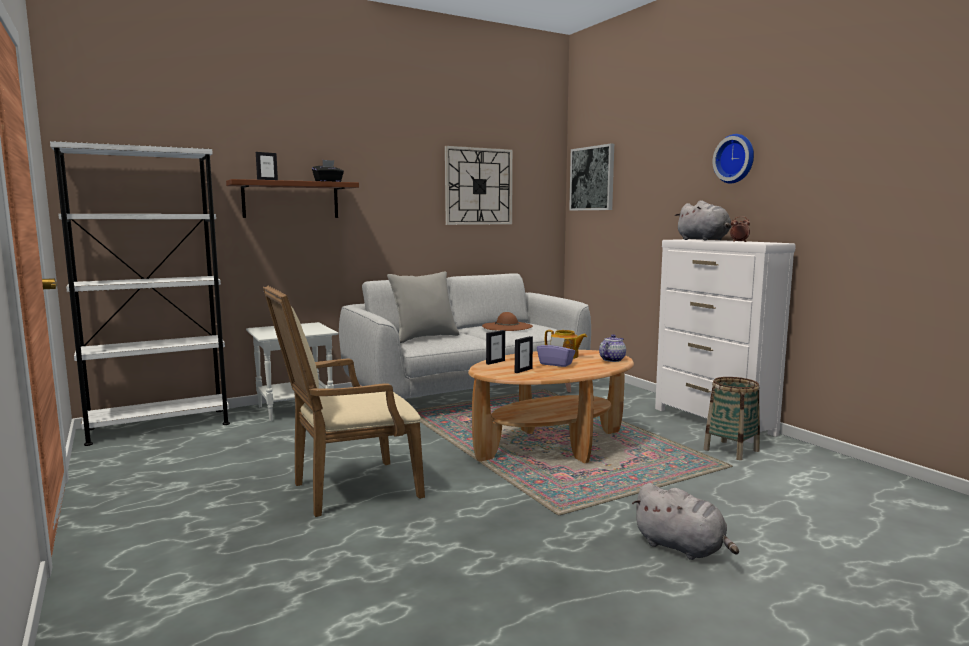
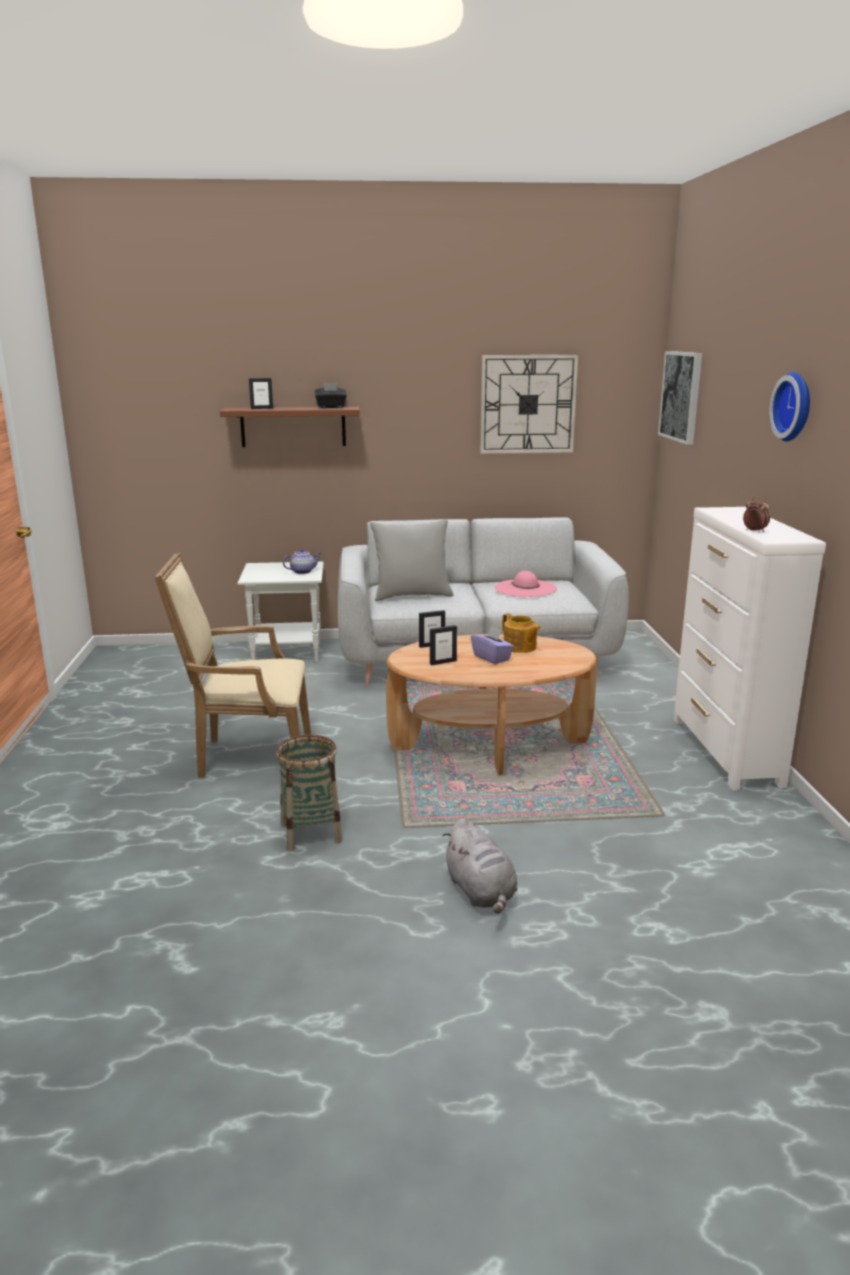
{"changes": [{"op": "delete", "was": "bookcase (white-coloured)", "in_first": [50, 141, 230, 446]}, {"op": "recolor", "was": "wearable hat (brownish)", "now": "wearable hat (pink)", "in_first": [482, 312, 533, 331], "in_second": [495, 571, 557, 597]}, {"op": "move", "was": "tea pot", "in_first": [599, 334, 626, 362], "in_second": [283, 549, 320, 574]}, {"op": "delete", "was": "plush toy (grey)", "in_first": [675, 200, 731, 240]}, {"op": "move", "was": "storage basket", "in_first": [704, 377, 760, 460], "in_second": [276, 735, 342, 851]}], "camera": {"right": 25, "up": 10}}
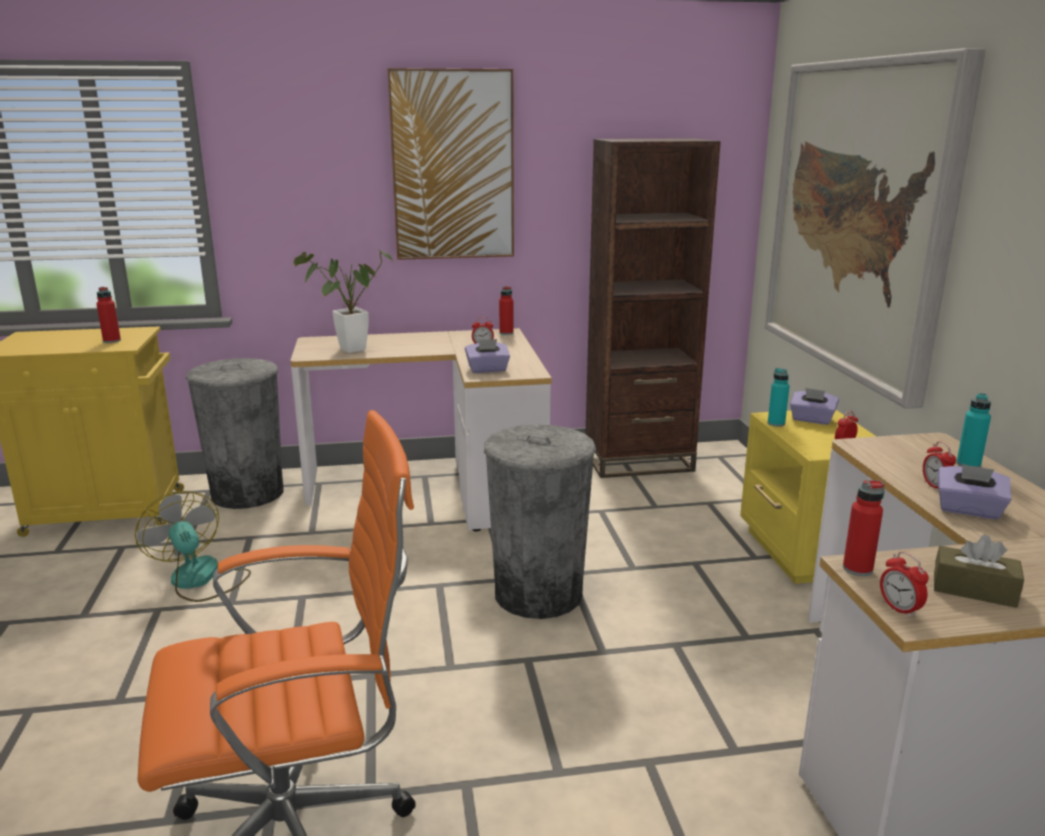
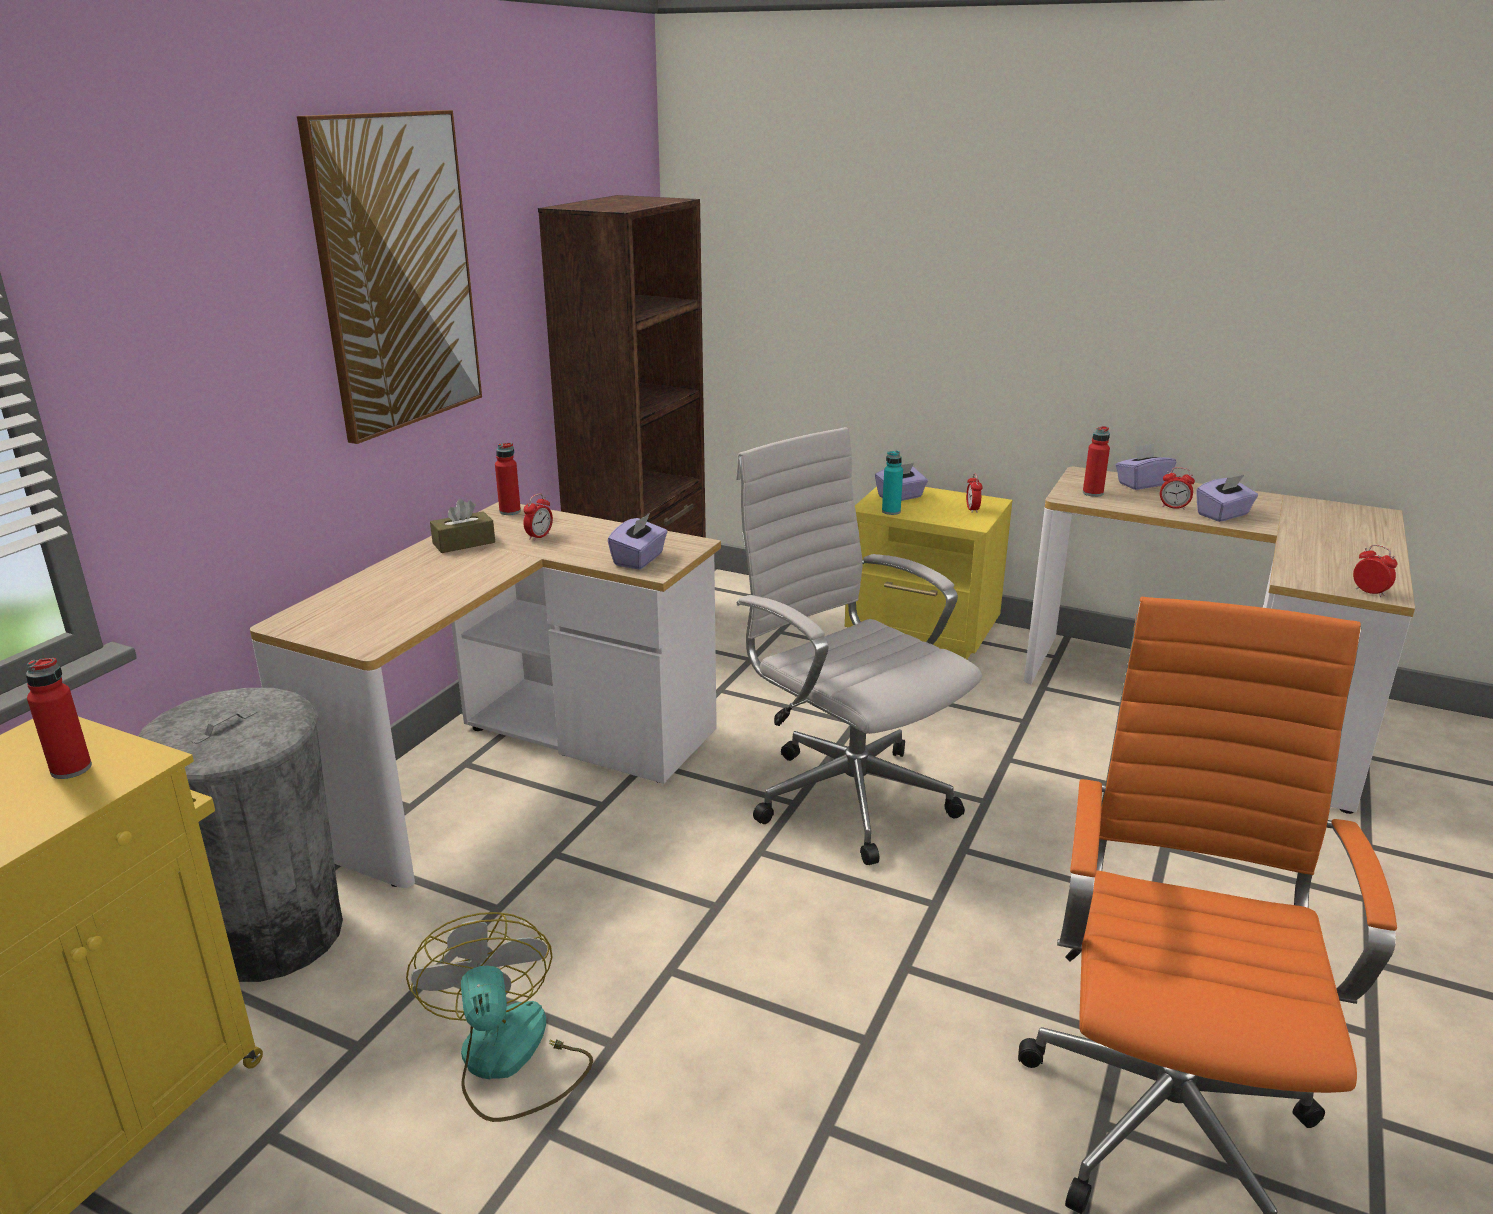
{"changes": [{"op": "rotate", "was": "cooling fan", "in_first": [135, 491, 251, 602], "in_second": [406, 912, 593, 1122], "clockwise": 75}, {"op": "delete", "was": "houseplant", "in_first": [294, 250, 394, 353]}, {"op": "replace", "was": "trash can (grey)", "now": "computer chair (white-coloured)", "in_first": [484, 424, 596, 619], "in_second": [736, 427, 982, 865]}, {"op": "delete", "was": "wall art", "in_first": [764, 48, 986, 409]}, {"op": "move", "was": "beverage bottle (red-coloured)", "in_first": [843, 480, 885, 576], "in_second": [1083, 426, 1110, 497]}, {"op": "rotate", "was": "table clock", "in_first": [880, 551, 929, 618], "in_second": [1353, 545, 1398, 597], "clockwise": -135}, {"op": "move", "was": "box of tissues (brownish)", "in_first": [934, 535, 1024, 608], "in_second": [430, 499, 495, 553]}, {"op": "replace", "was": "beverage bottle (blue-green)", "now": "box of tissues (purple)", "in_first": [956, 393, 991, 467], "in_second": [1116, 444, 1176, 490]}], "camera": {"right": -55, "up": 5}}
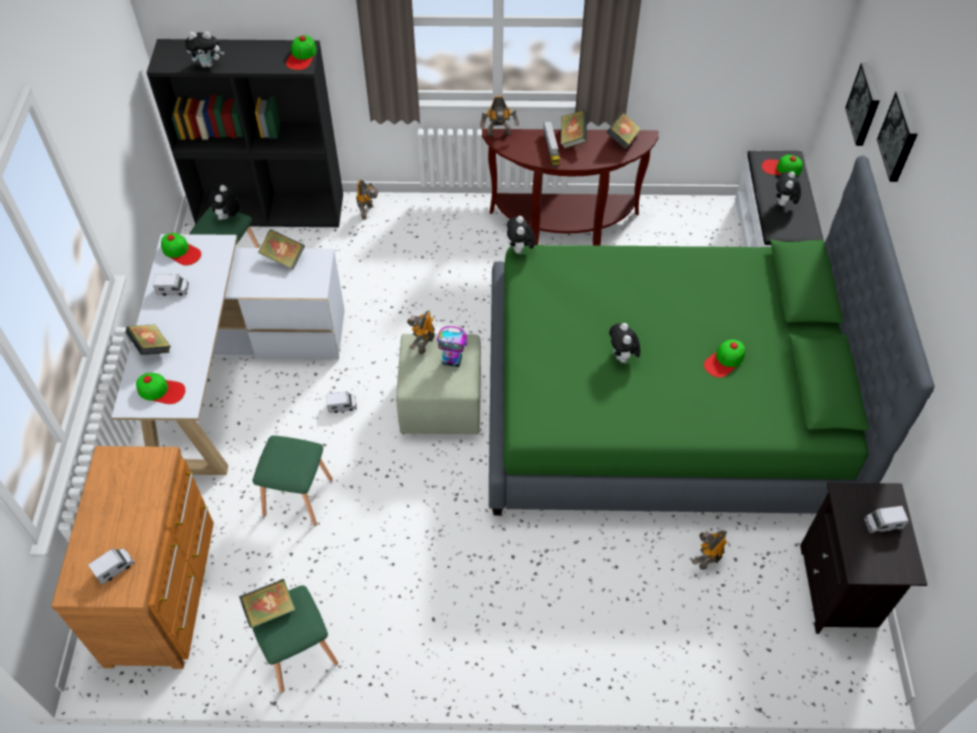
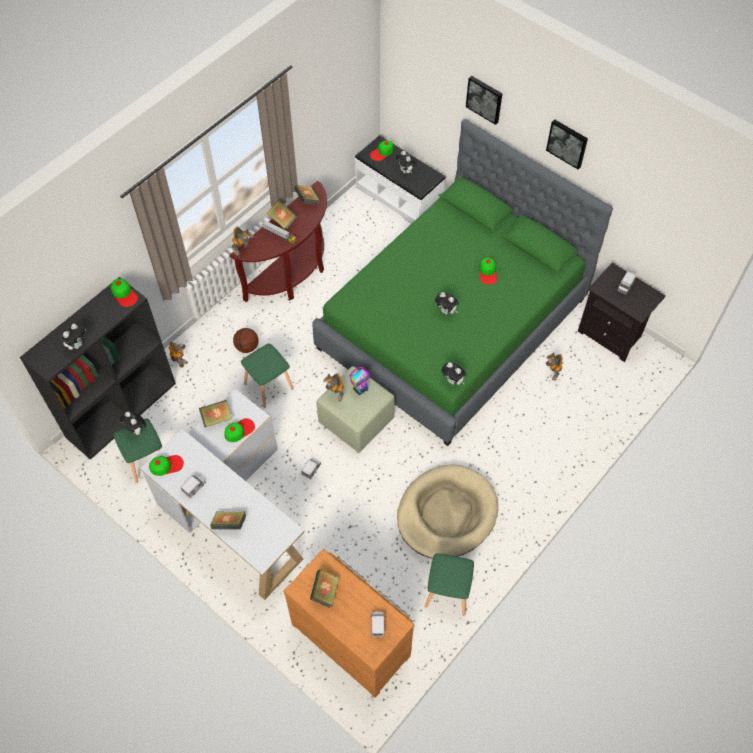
{"changes": [{"op": "move", "was": "cap", "in_first": [136, 373, 186, 404], "in_second": [224, 418, 255, 442]}, {"op": "move", "was": "book", "in_first": [239, 579, 295, 628], "in_second": [310, 569, 339, 608]}, {"op": "move", "was": "stool (green)", "in_first": [253, 435, 333, 526], "in_second": [241, 344, 294, 408]}, {"op": "move", "was": "plush toy", "in_first": [507, 216, 535, 255], "in_second": [441, 362, 467, 385]}, {"op": "move", "was": "wall art", "in_first": [845, 63, 880, 146], "in_second": [546, 119, 588, 169]}, {"op": "insert", "now": "ball for basketball", "in_second": [233, 328, 259, 353]}, {"op": "insert", "now": "dog bed (sand-coloured)", "in_second": [397, 464, 498, 558]}], "camera": {"right": -50, "up": 5}}
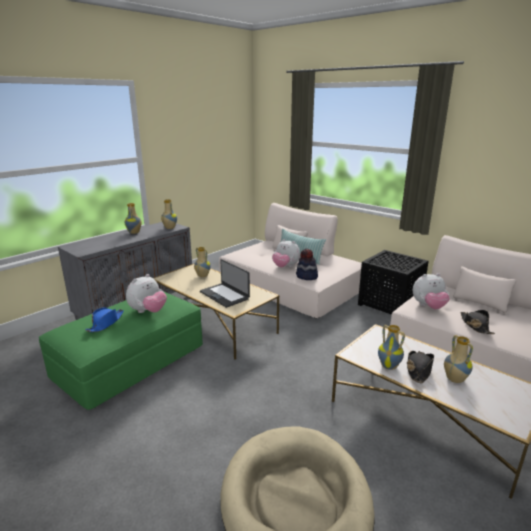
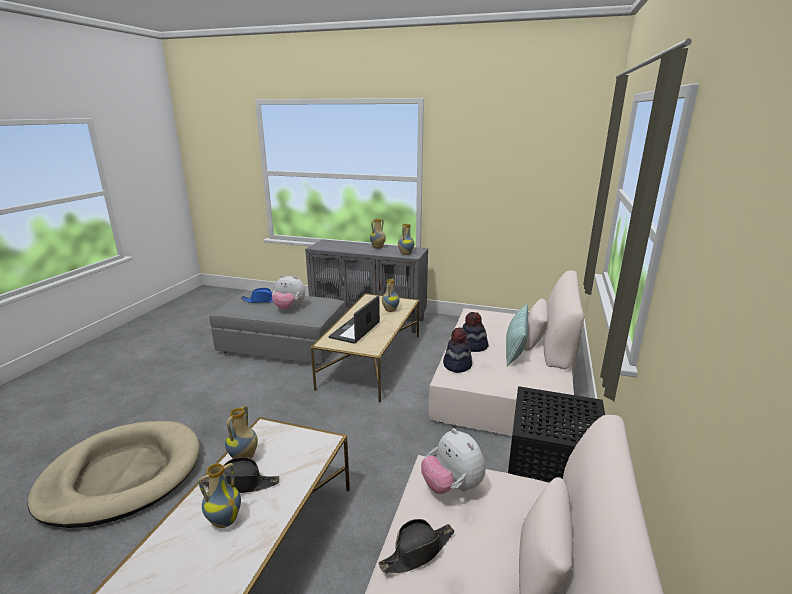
{"changes": [{"op": "recolor", "was": "pouffe (green)", "now": "pouffe (grey)", "in_first": [39, 292, 203, 410], "in_second": [209, 291, 345, 365]}, {"op": "replace", "was": "plush toy", "now": "wearable hat", "in_first": [272, 239, 300, 267], "in_second": [463, 312, 489, 352]}], "camera": {"right": 65, "up": 0}}
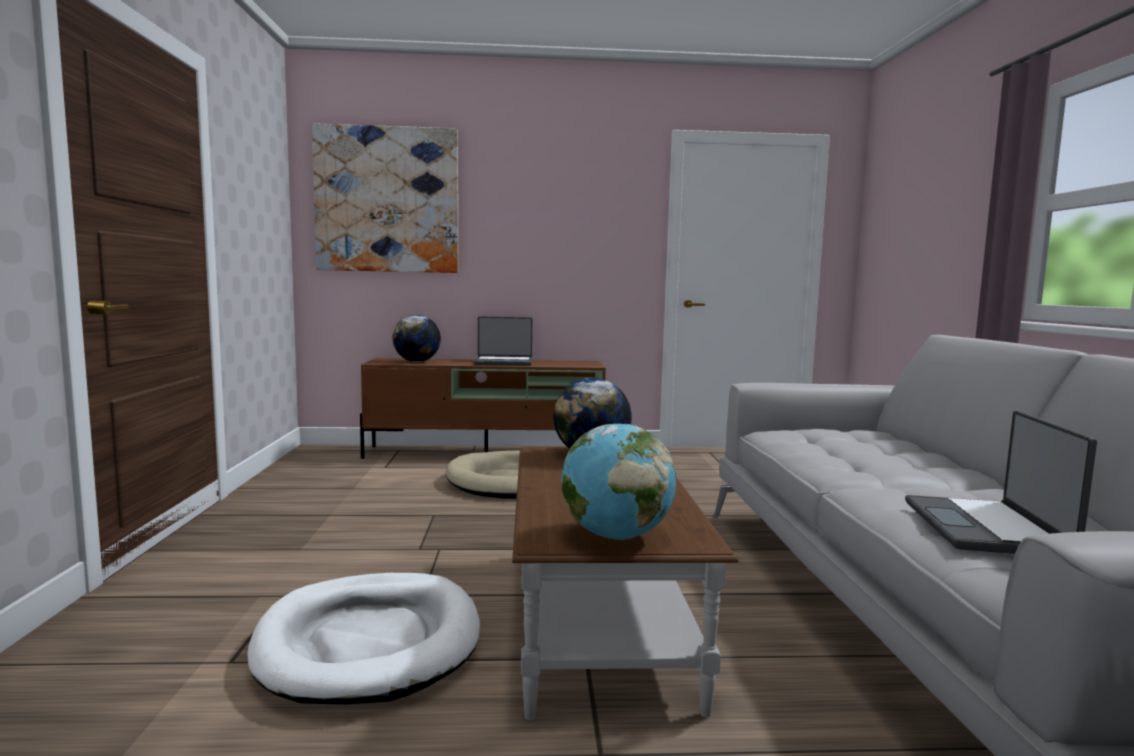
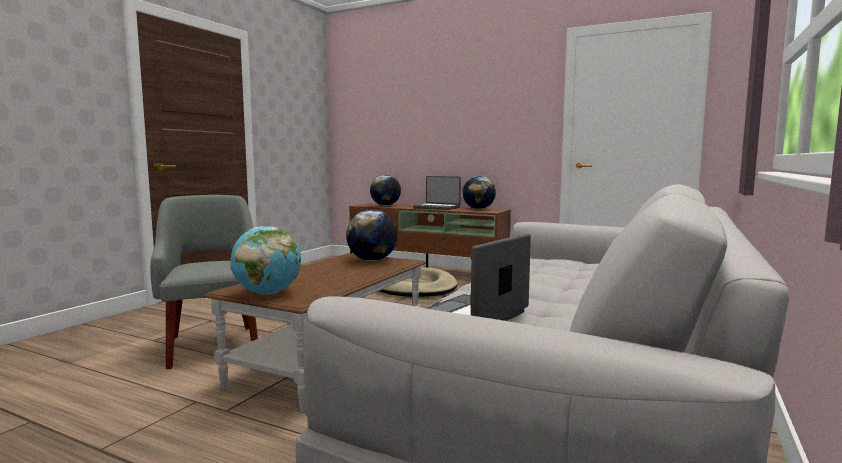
{"changes": [{"op": "replace", "was": "dog bed (white-coloured)", "now": "easy chair (grey)", "in_first": [247, 573, 480, 705], "in_second": [150, 195, 258, 369]}, {"op": "delete", "was": "wall art", "in_first": [312, 123, 458, 273]}, {"op": "insert", "now": "world globe", "in_second": [462, 176, 496, 209]}], "camera": {"right": 30, "up": 0}}
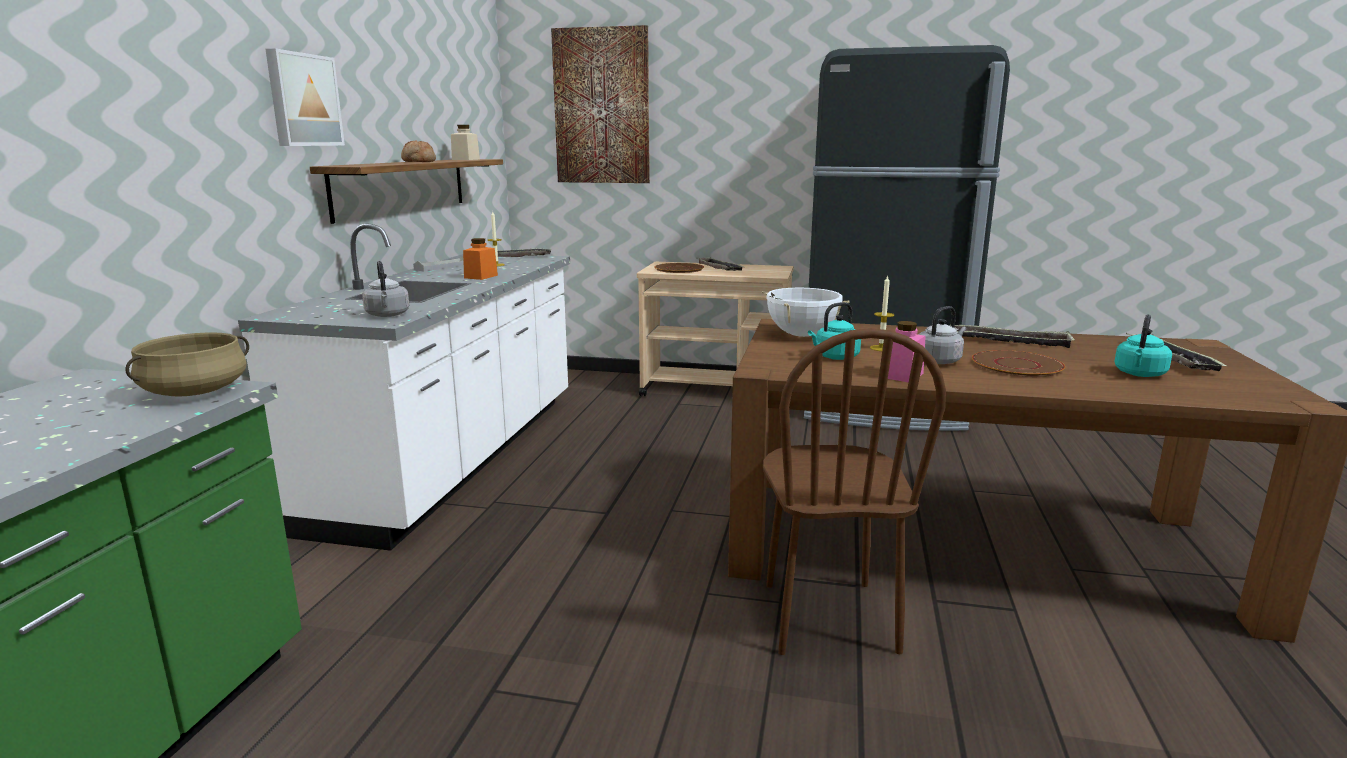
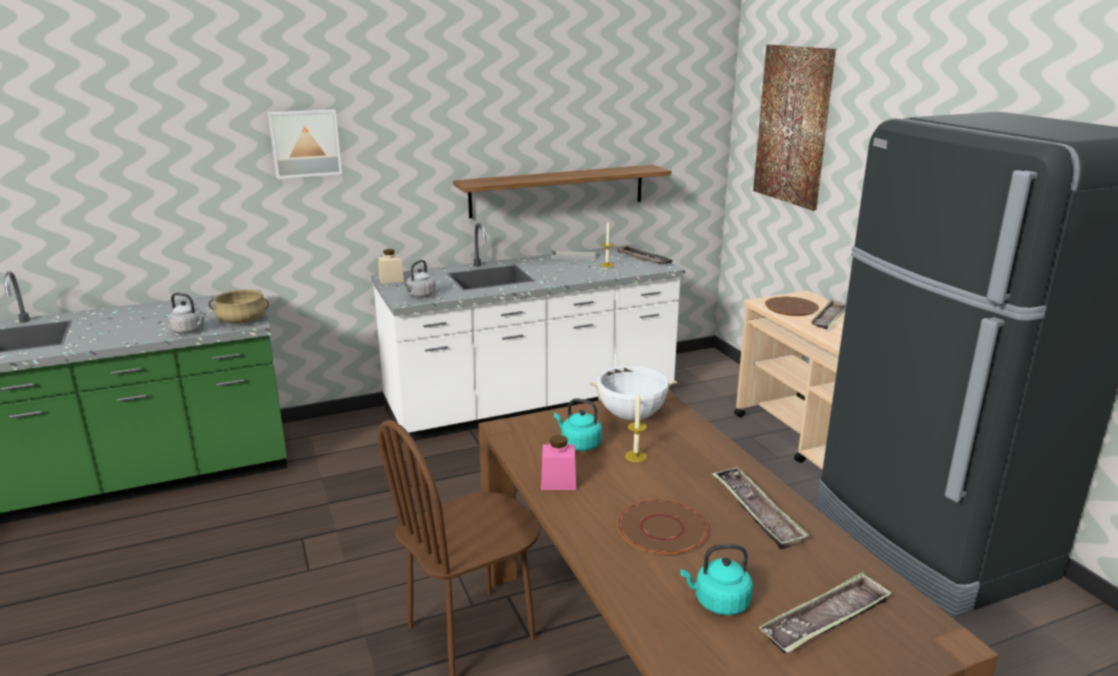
{"changes": [{"op": "move", "was": "wall art", "in_first": [265, 48, 345, 146], "in_second": [268, 109, 342, 179]}, {"op": "delete", "was": "bread", "in_first": [401, 140, 436, 162]}, {"op": "move", "was": "jar (sand-coloured)", "in_first": [451, 125, 480, 160], "in_second": [378, 249, 404, 284]}, {"op": "delete", "was": "jar (orange-coloured)", "in_first": [463, 238, 498, 280]}, {"op": "move", "was": "tea kettle (grey)", "in_first": [918, 306, 966, 364], "in_second": [168, 293, 206, 334]}], "camera": {"right": 55, "up": 5}}
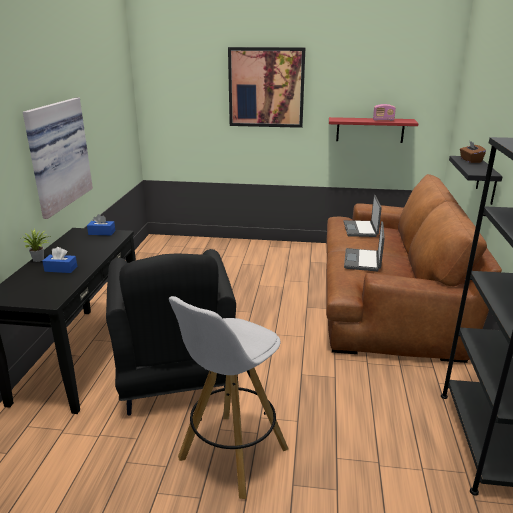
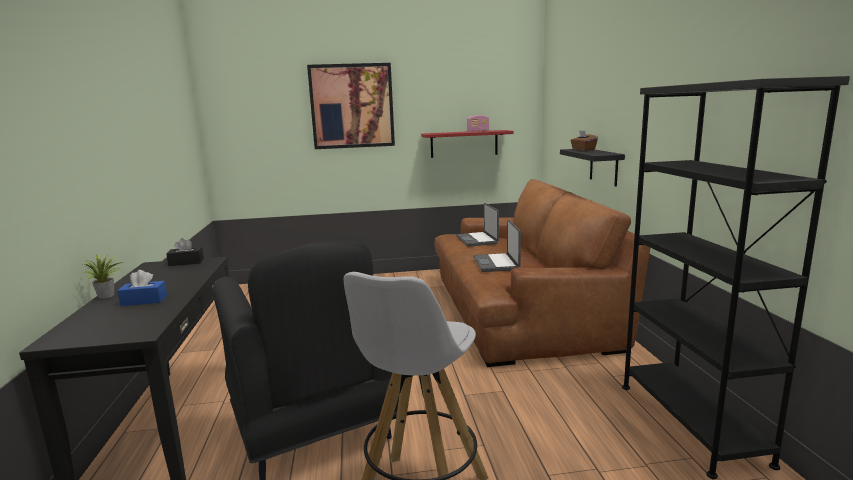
{"changes": [{"op": "delete", "was": "wall art", "in_first": [23, 98, 93, 219]}, {"op": "recolor", "was": "box of tissues (blue-coloured)", "now": "box of tissues (black-coloured)", "in_first": [87, 214, 115, 235], "in_second": [166, 238, 204, 266]}], "camera": {"right": -15, "up": -10}}
